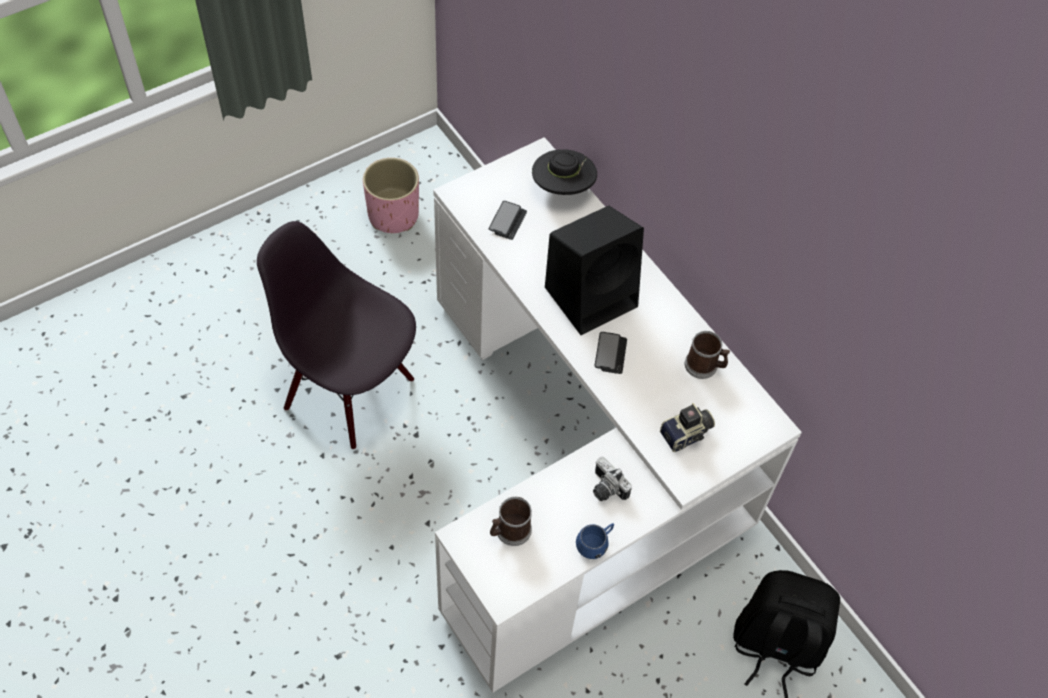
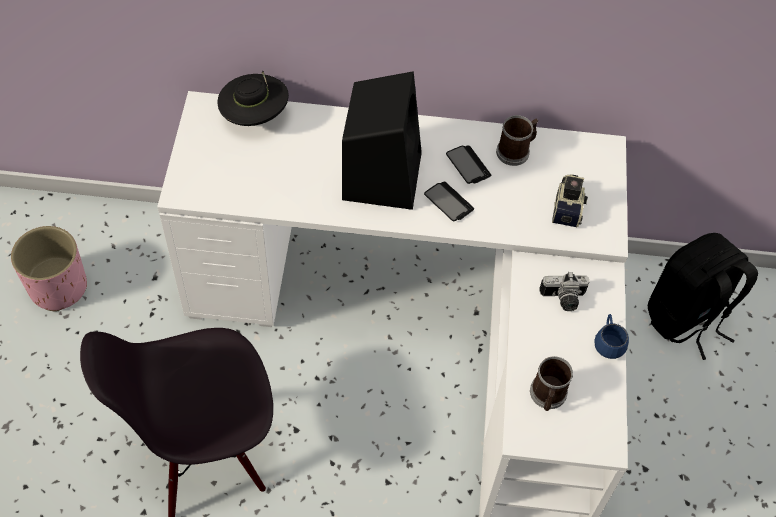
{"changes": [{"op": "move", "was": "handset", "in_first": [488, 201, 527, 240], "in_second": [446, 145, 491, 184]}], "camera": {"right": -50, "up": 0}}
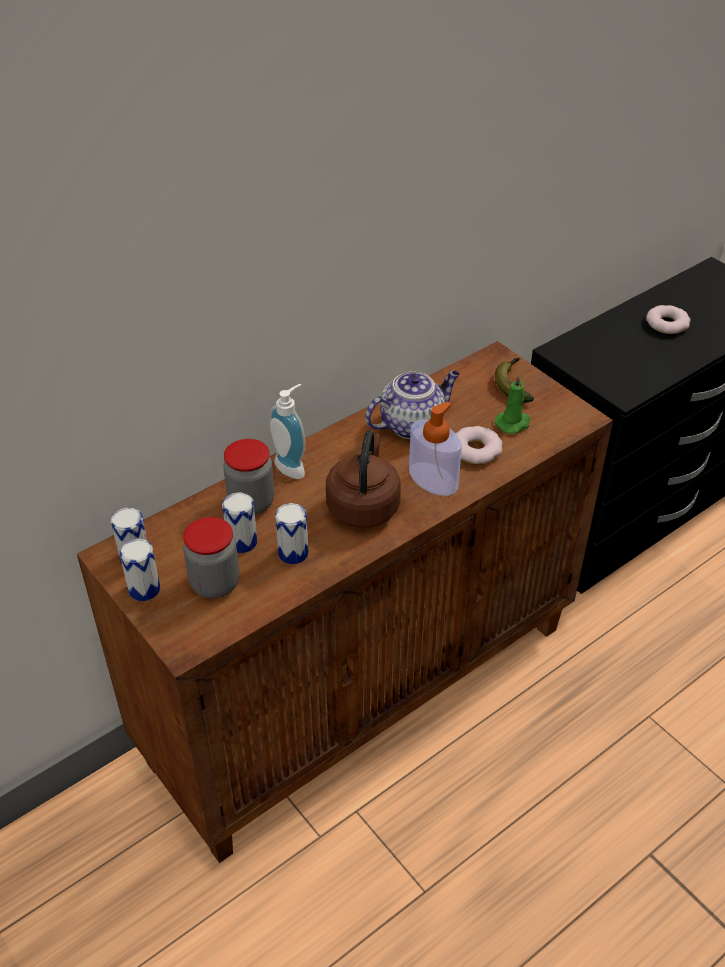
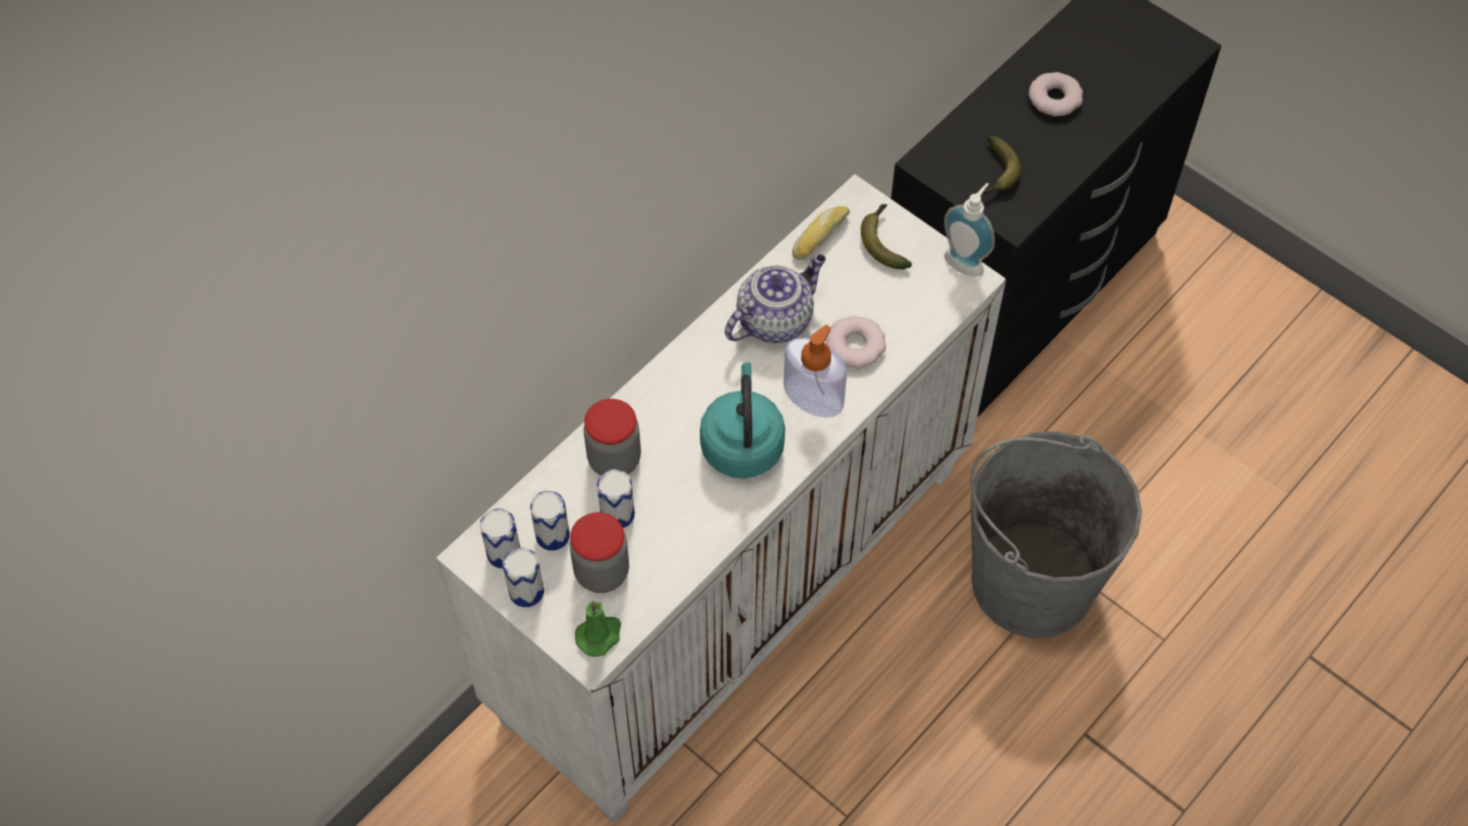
{"changes": [{"op": "recolor", "was": "storage cabinet (brownish)", "now": "storage cabinet (white-coloured)", "in_first": [77, 341, 613, 863], "in_second": [436, 174, 1006, 824]}, {"op": "move", "was": "liquid soap bottle", "in_first": [269, 384, 306, 479], "in_second": [944, 183, 995, 277]}, {"op": "move", "was": "metal can", "in_first": [275, 503, 309, 564], "in_second": [530, 491, 570, 551]}, {"op": "recolor", "was": "tea kettle (brownish)", "now": "tea kettle (blue-green)", "in_first": [326, 430, 401, 528], "in_second": [700, 362, 785, 479]}, {"op": "move", "was": "wax candle (green)", "in_first": [495, 374, 530, 434], "in_second": [575, 601, 621, 657]}, {"op": "insert", "now": "bread", "in_second": [792, 206, 850, 260]}, {"op": "insert", "now": "bucket (grey)", "in_second": [970, 431, 1142, 638]}, {"op": "insert", "now": "banana", "in_second": [983, 135, 1021, 195]}], "camera": {"right": -10, "up": 15}}
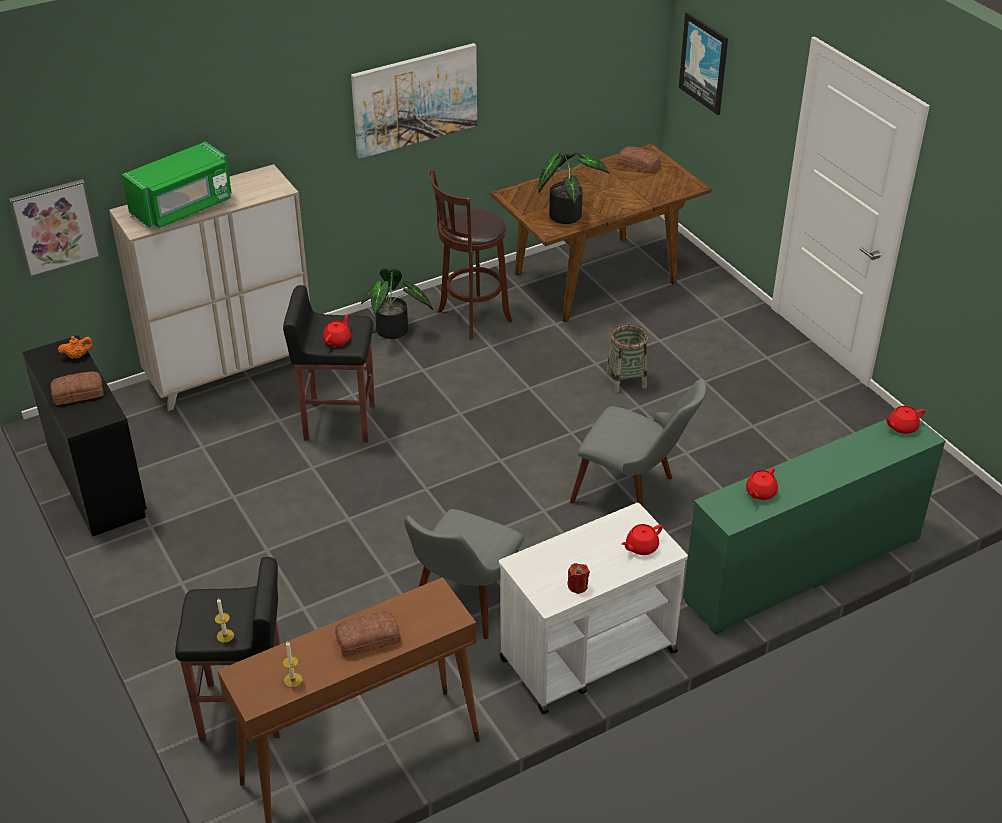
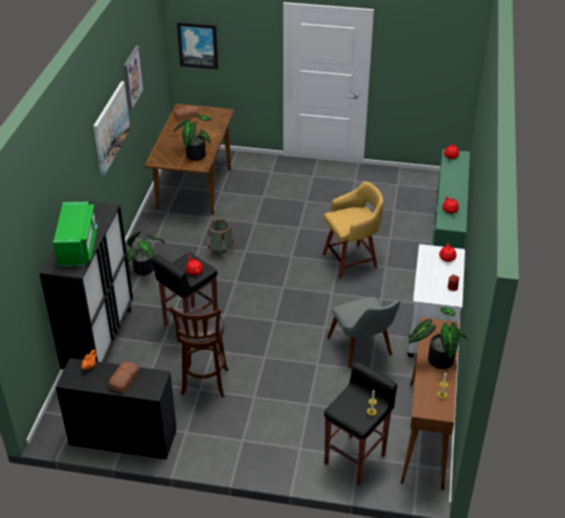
{"changes": [{"op": "move", "was": "wall art", "in_first": [9, 179, 101, 277], "in_second": [123, 46, 144, 110]}, {"op": "recolor", "was": "storage cabinet (sand-coloured)", "now": "storage cabinet (black-coloured)", "in_first": [109, 164, 310, 411], "in_second": [40, 200, 133, 370]}, {"op": "replace", "was": "bread", "now": "houseplant", "in_first": [335, 611, 401, 658], "in_second": [409, 307, 468, 369]}, {"op": "move", "was": "stool (brownish)", "in_first": [430, 170, 512, 339], "in_second": [169, 306, 228, 397]}, {"op": "replace", "was": "plain chair (grey)", "now": "stool (yellowish)", "in_first": [570, 379, 707, 507], "in_second": [323, 181, 384, 279]}, {"op": "move", "was": "storage basket", "in_first": [606, 324, 648, 393], "in_second": [208, 219, 234, 260]}], "camera": {"right": -50, "up": 0}}
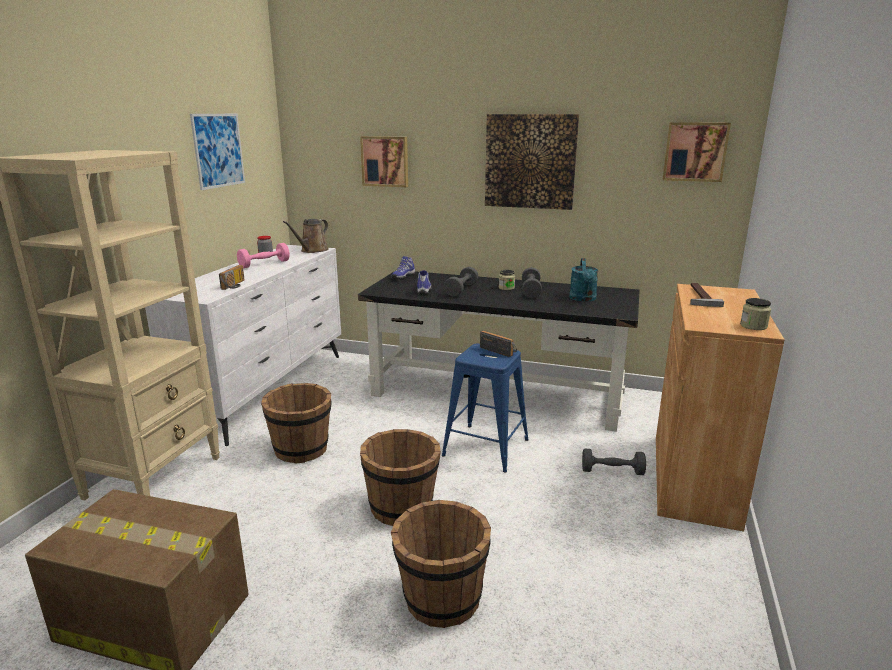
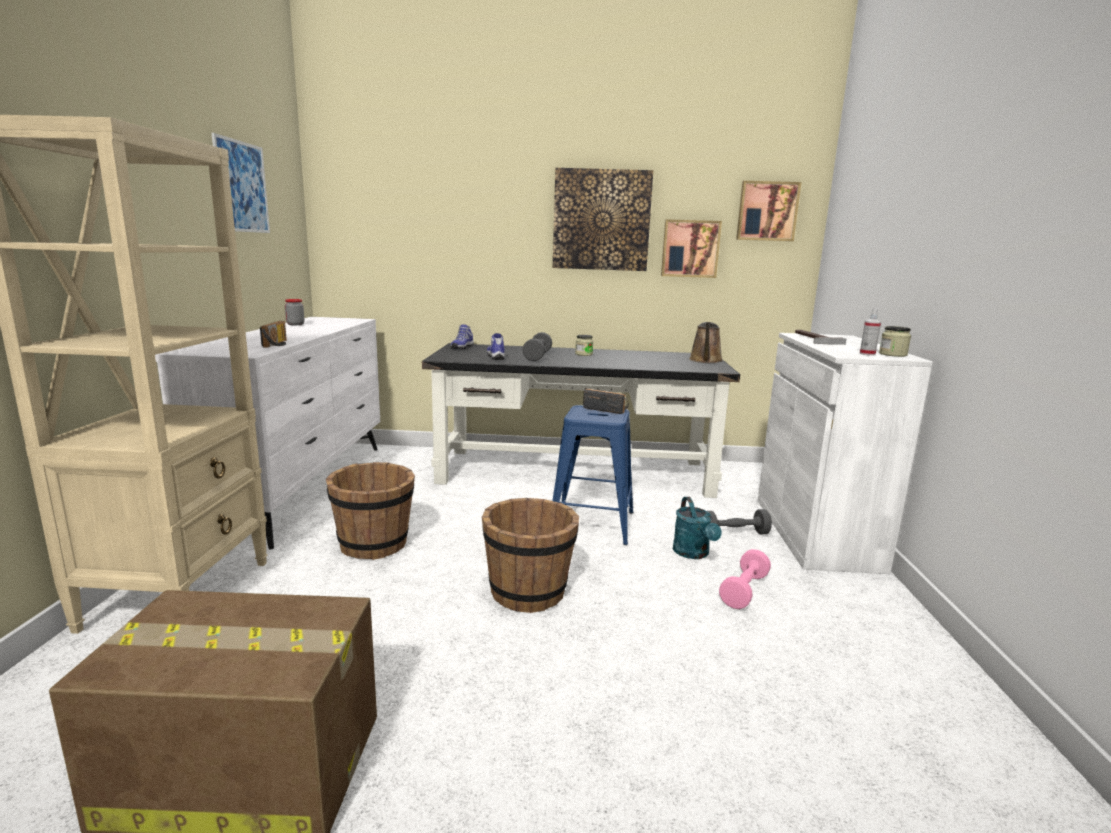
{"changes": [{"op": "move", "was": "hand weight (pink)", "in_first": [237, 243, 290, 268], "in_second": [719, 549, 771, 609]}, {"op": "move", "was": "watering pot (brownish)", "in_first": [283, 219, 329, 253], "in_second": [689, 322, 723, 363]}, {"op": "move", "was": "wall art", "in_first": [360, 136, 408, 187], "in_second": [661, 219, 722, 278]}, {"op": "delete", "was": "bucket (brownish)", "in_first": [391, 500, 491, 628]}, {"op": "delete", "was": "hand weight (grey)", "in_first": [522, 267, 542, 299]}, {"op": "move", "was": "watering pot (blue-green)", "in_first": [569, 258, 598, 302], "in_second": [673, 497, 722, 559]}, {"op": "recolor", "was": "storage cabinet (brownish)", "now": "storage cabinet (white-coloured)", "in_first": [656, 284, 785, 532], "in_second": [758, 333, 933, 574]}, {"op": "insert", "now": "sprayer", "in_second": [860, 308, 881, 356]}], "camera": {"right": -15, "up": -5}}
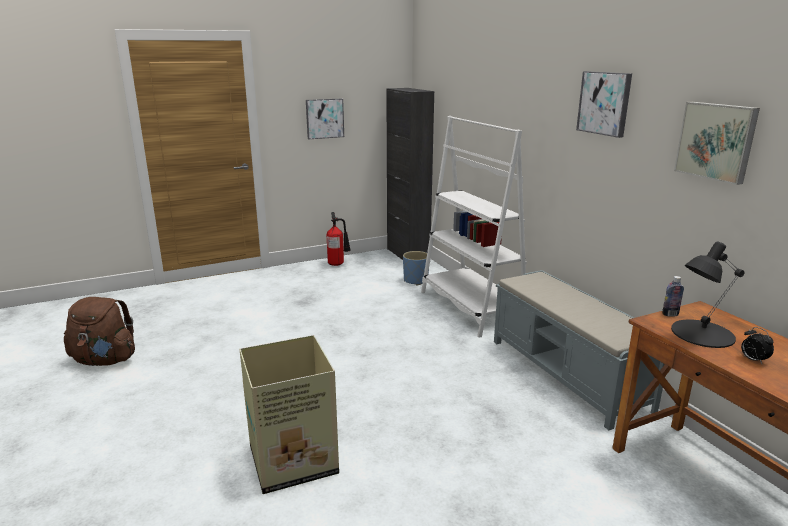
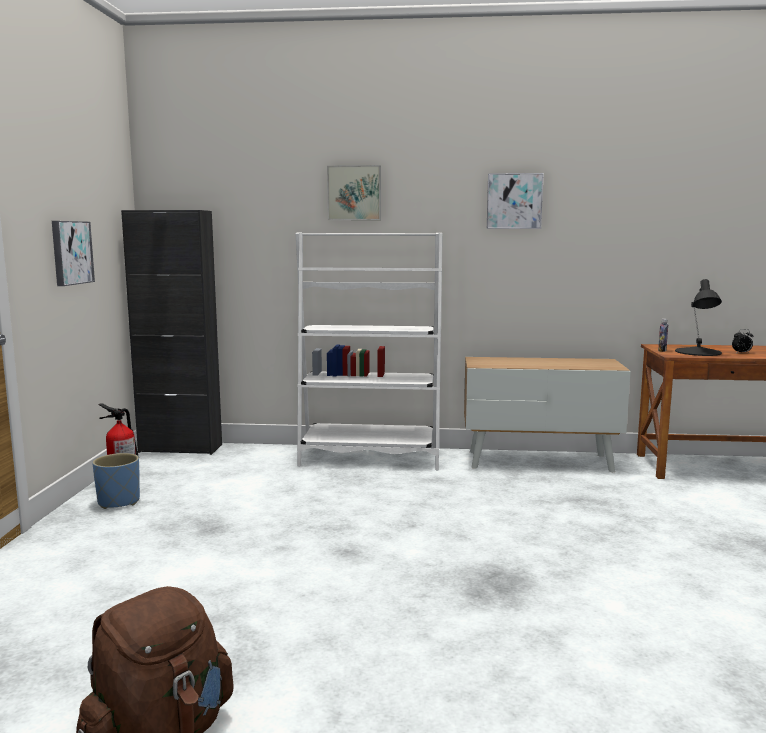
{"changes": [{"op": "delete", "was": "carton", "in_first": [240, 335, 339, 494]}, {"op": "move", "was": "flower pot (blue-coloured)", "in_first": [403, 251, 429, 286], "in_second": [92, 453, 140, 509]}, {"op": "replace", "was": "long seat (grey)", "now": "storage cabinet", "in_first": [494, 270, 665, 430], "in_second": [464, 357, 631, 472]}, {"op": "move", "was": "wall art", "in_first": [674, 102, 760, 185], "in_second": [327, 165, 381, 220]}], "camera": {"right": -60, "up": -10}}
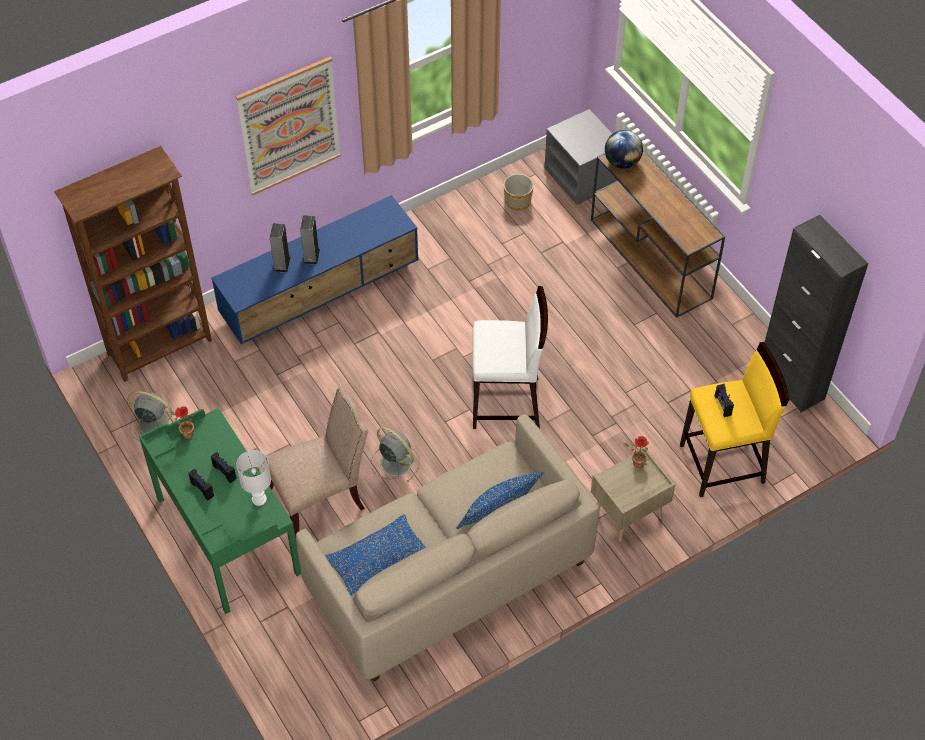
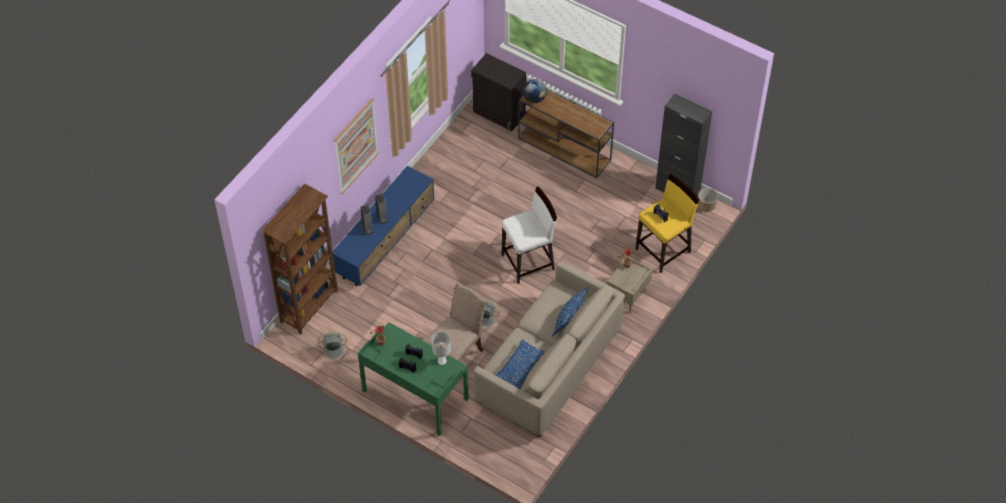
{"changes": [{"op": "move", "was": "flower pot", "in_first": [503, 174, 534, 210], "in_second": [698, 188, 718, 212]}, {"op": "replace", "was": "nightstand (grey)", "now": "storage cabinet (black-coloured)", "in_first": [544, 109, 618, 205], "in_second": [471, 53, 526, 131]}], "camera": {"right": -25, "up": 0}}
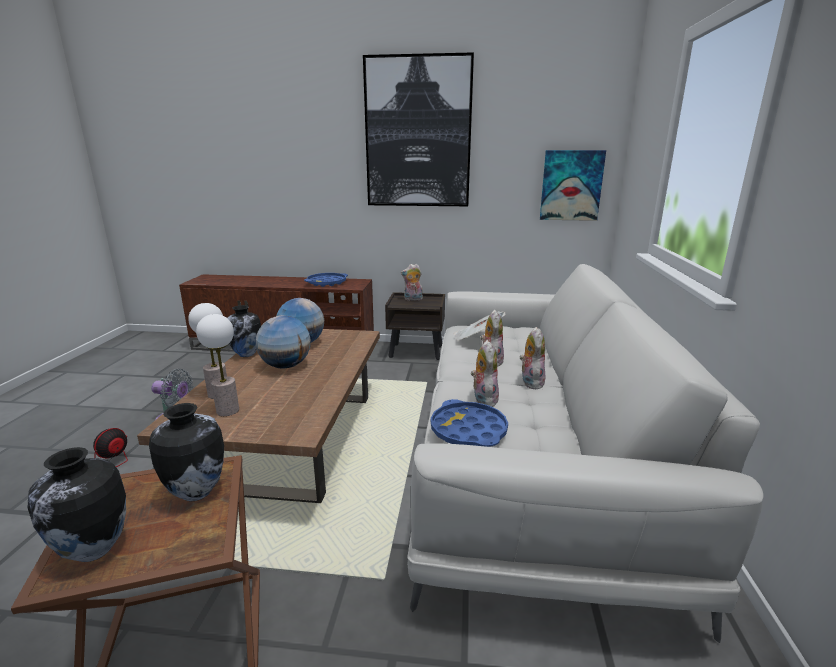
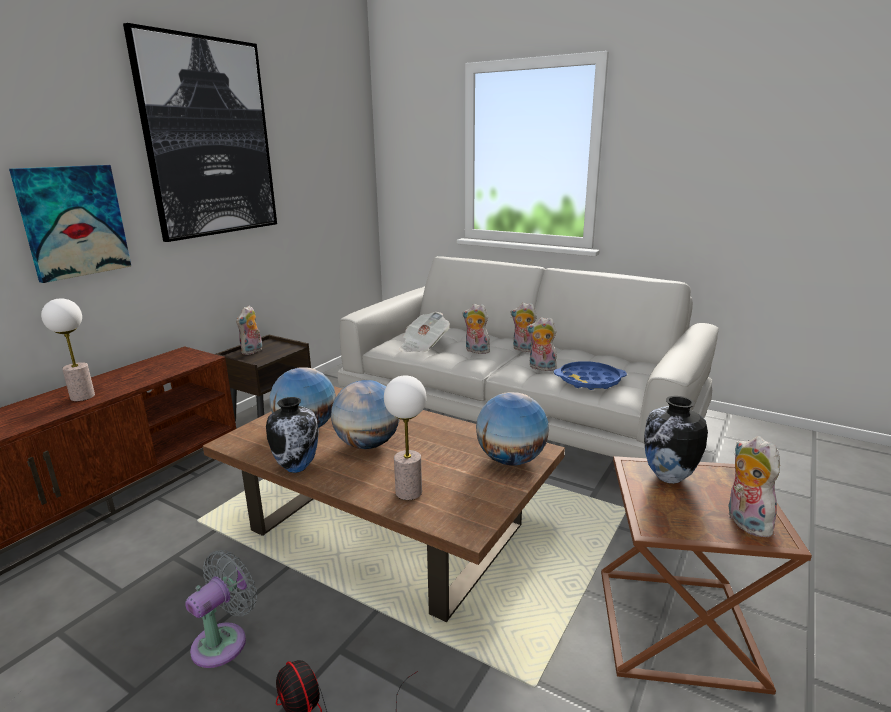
{"changes": [{"op": "replace", "was": "vase", "now": "plush toy", "in_first": [28, 447, 126, 562], "in_second": [729, 436, 780, 537]}, {"op": "move", "was": "table lamp", "in_first": [196, 314, 239, 416], "in_second": [41, 298, 95, 401]}, {"op": "delete", "was": "tray (blue-coloured)", "in_first": [304, 273, 348, 287]}, {"op": "move", "was": "wall art", "in_first": [540, 150, 606, 221], "in_second": [9, 165, 131, 283]}, {"op": "insert", "now": "world globe", "in_second": [476, 392, 549, 466]}], "camera": {"right": -65, "up": 0}}
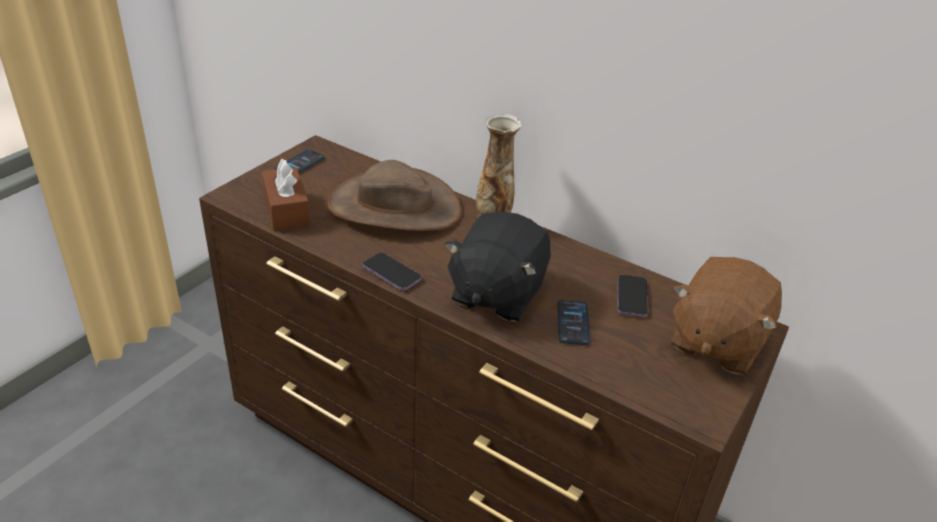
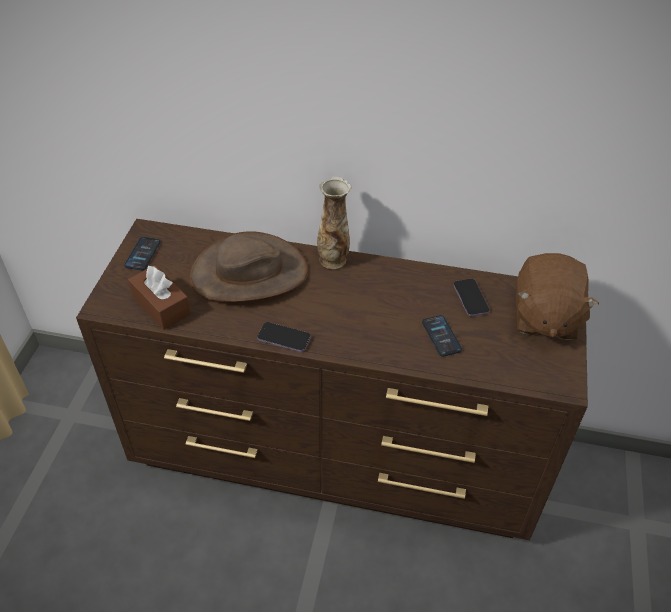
{"changes": [{"op": "delete", "was": "plush toy (black-coloured)", "in_first": [445, 212, 551, 322]}], "camera": {"right": -20, "up": 10}}
